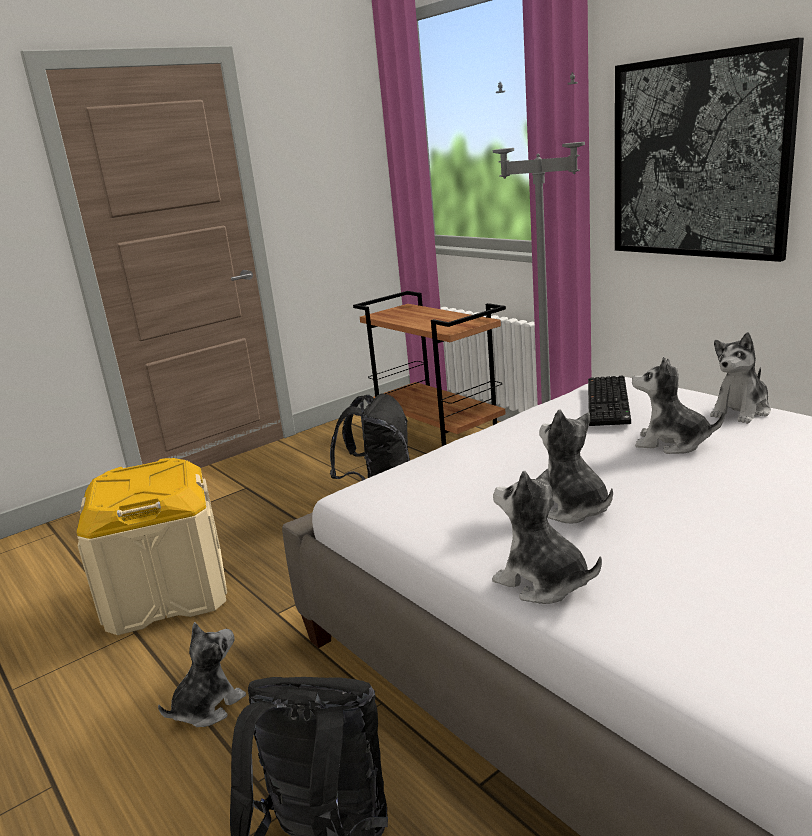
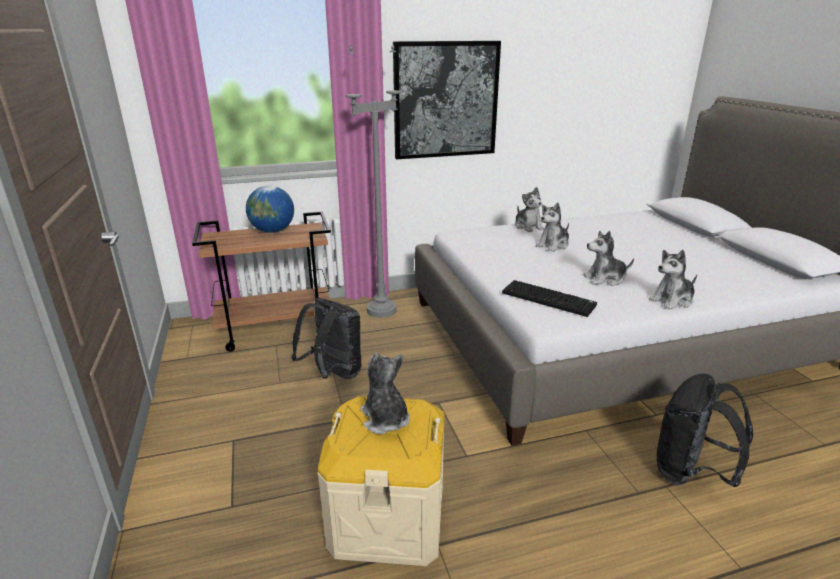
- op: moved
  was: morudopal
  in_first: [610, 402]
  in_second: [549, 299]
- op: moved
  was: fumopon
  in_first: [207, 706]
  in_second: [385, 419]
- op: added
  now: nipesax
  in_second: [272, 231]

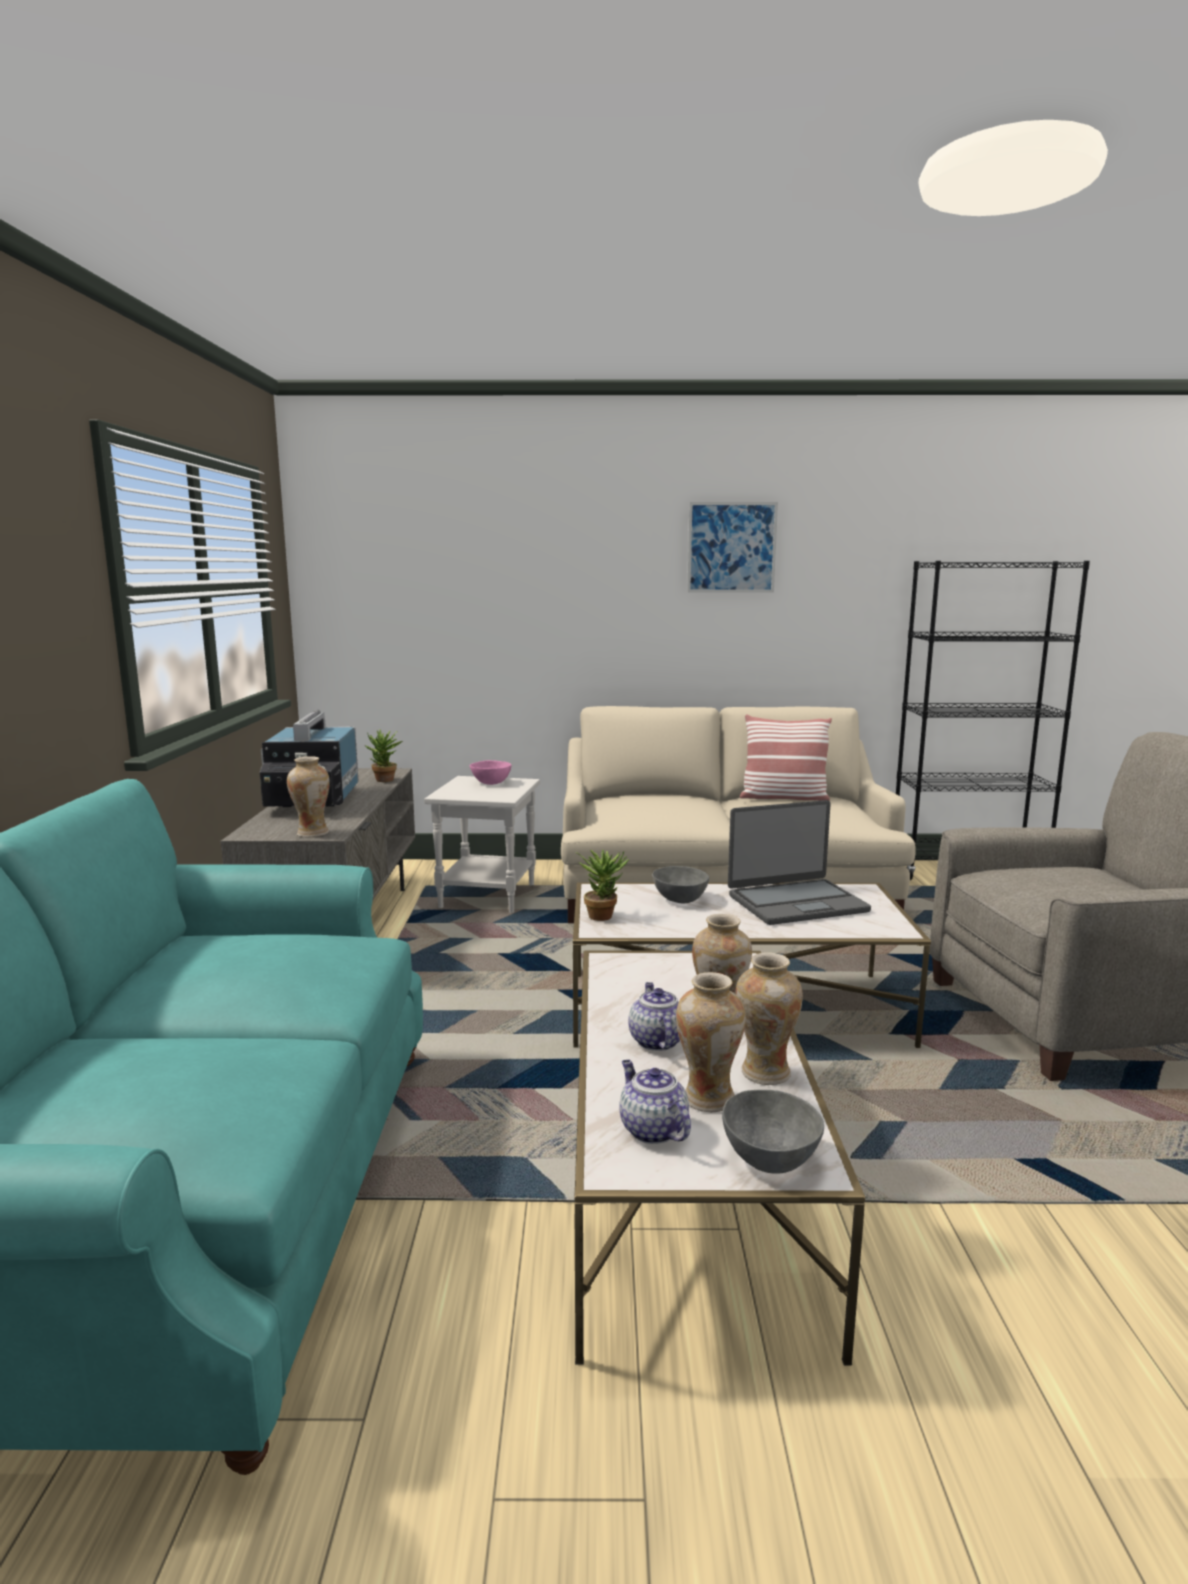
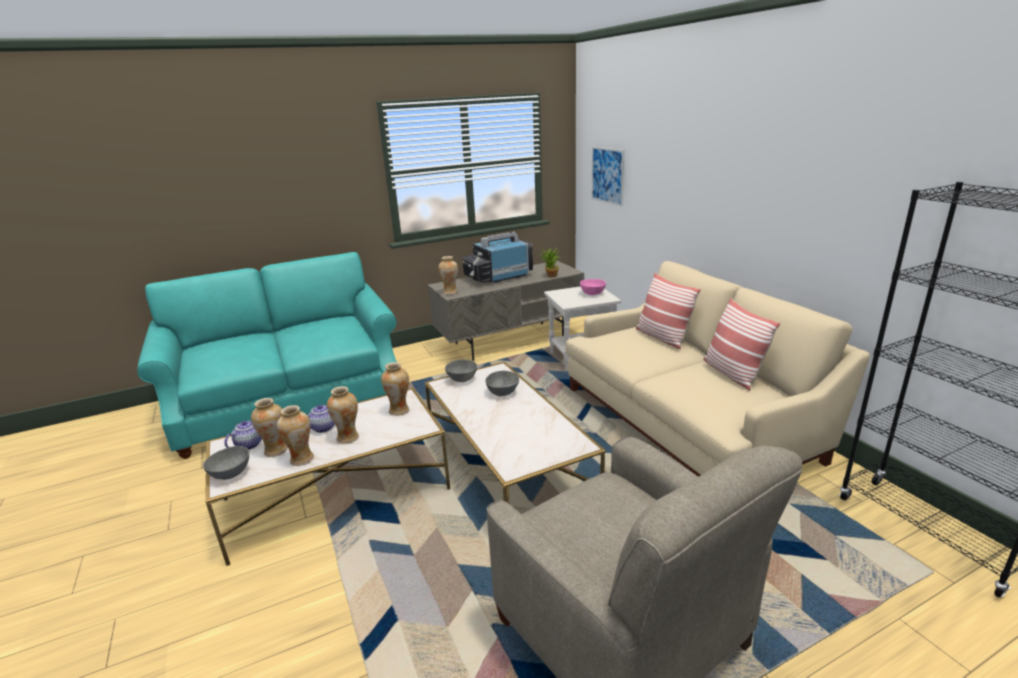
- op: moved
  was: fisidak
  in_first: [731, 547]
  in_second: [607, 175]
- op: removed
  was: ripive
  in_first: [796, 903]
- op: replaced
  was: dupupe
  now: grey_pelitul
  in_first: [603, 915]
  in_second: [462, 379]
- op: added
  now: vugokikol
  in_second: [662, 337]
- op: added
  now: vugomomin
  in_second: [399, 410]

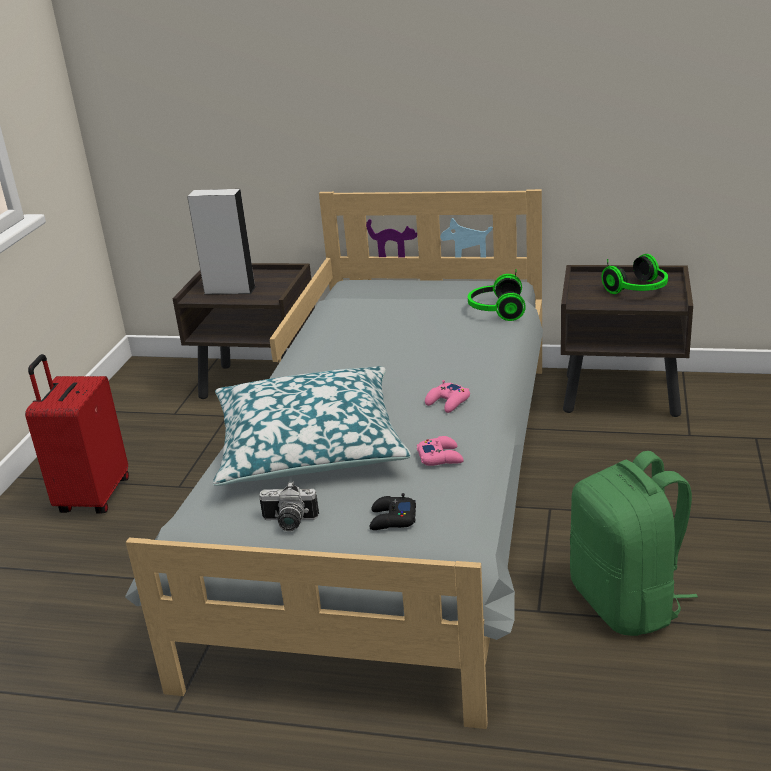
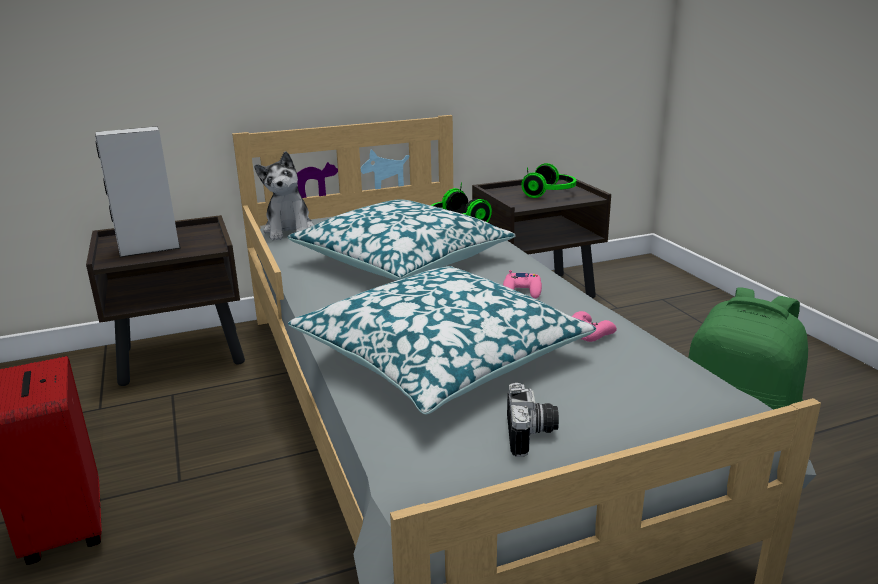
- op: turned
  was: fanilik
  in_first: [289, 523]
  in_second: [532, 435]
  clockwise: -60
- op: removed
  was: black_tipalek
  in_first: [392, 519]
- op: added
  now: fumopon
  in_second: [289, 230]
- op: added
  now: vugokikol
  in_second: [402, 260]

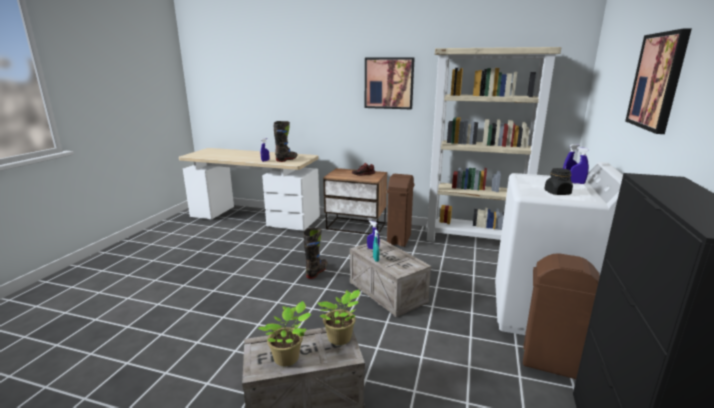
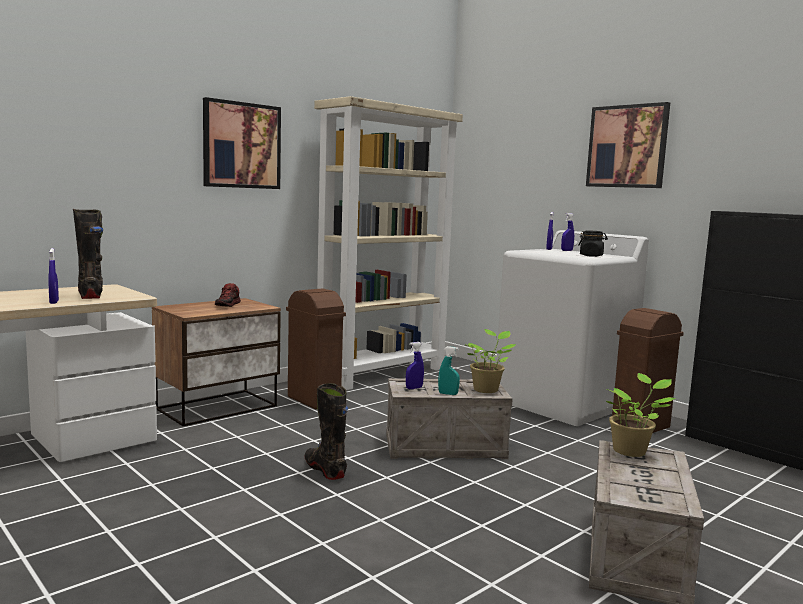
- op: moved
  was: dupupe
  in_first: [288, 358]
  in_second: [487, 389]

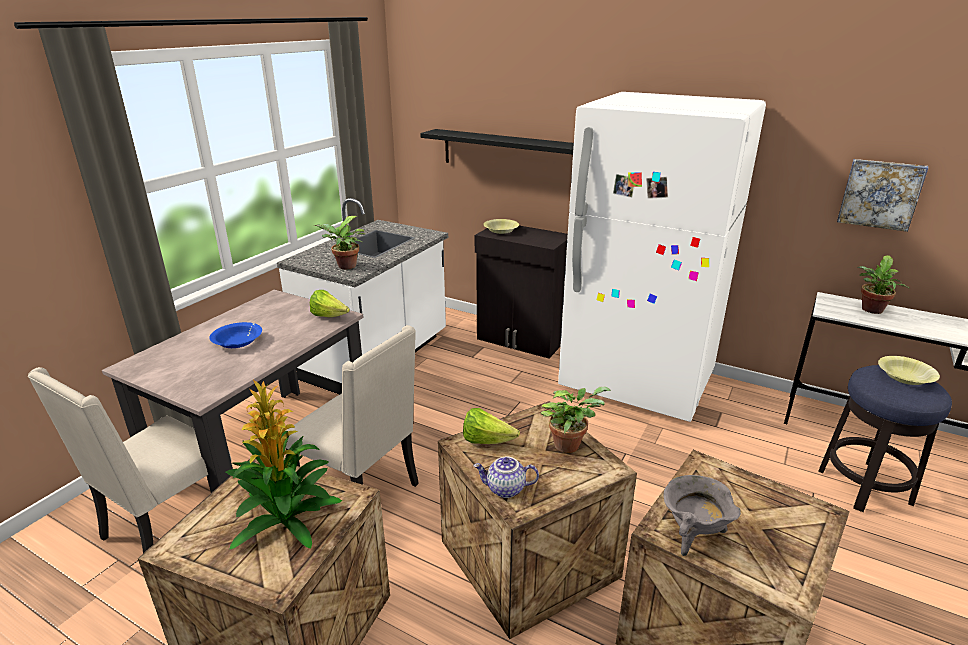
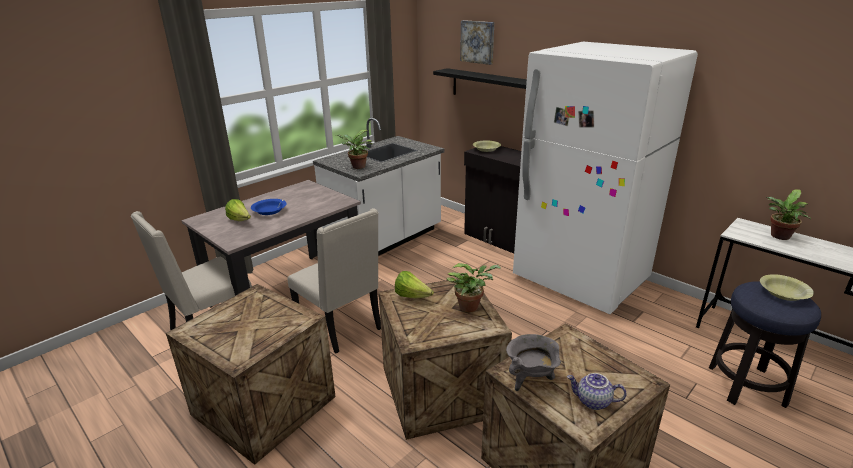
- op: moved
  was: fisidak
  in_first: [880, 194]
  in_second: [478, 42]
- op: moved
  was: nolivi
  in_first: [329, 316]
  in_second: [240, 220]
- op: removed
  was: dupupe
  in_first: [287, 518]
- op: moved
  was: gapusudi
  in_first: [505, 489]
  in_second: [593, 402]

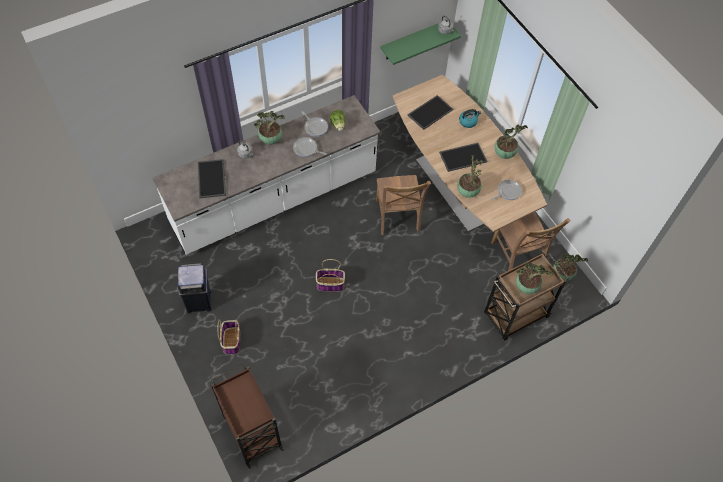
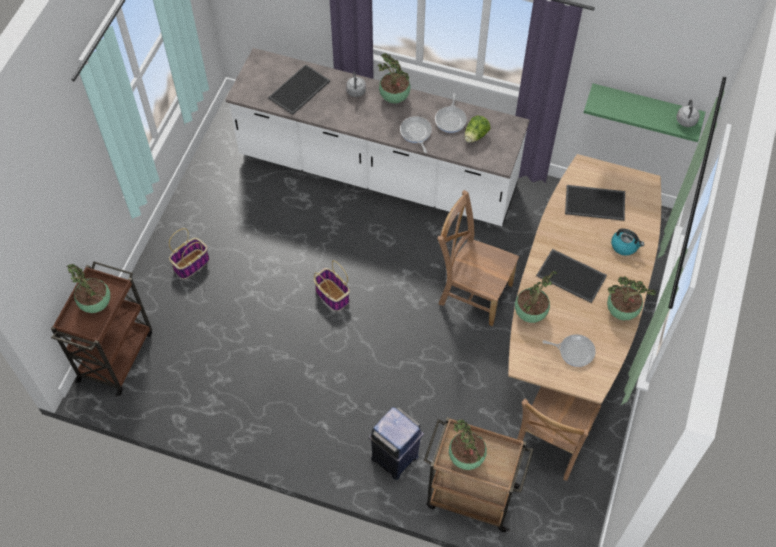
- op: turned
  was: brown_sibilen
  in_first: [397, 217]
  in_second: [472, 292]
  clockwise: 75
- op: moved
  was: dupupe
  in_first: [562, 275]
  in_second: [96, 304]
- op: moved
  was: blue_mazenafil
  in_first: [199, 301]
  in_second: [395, 458]

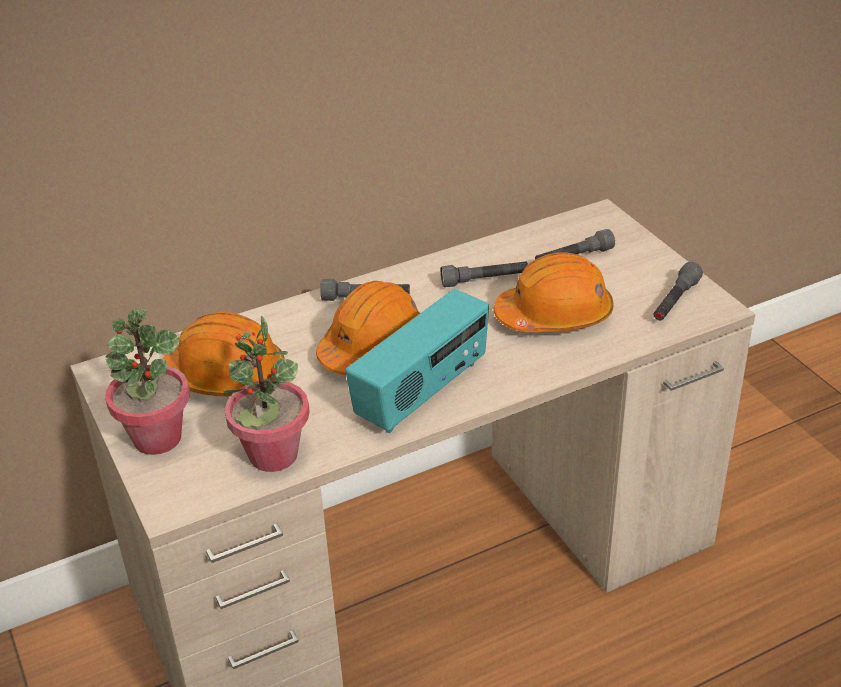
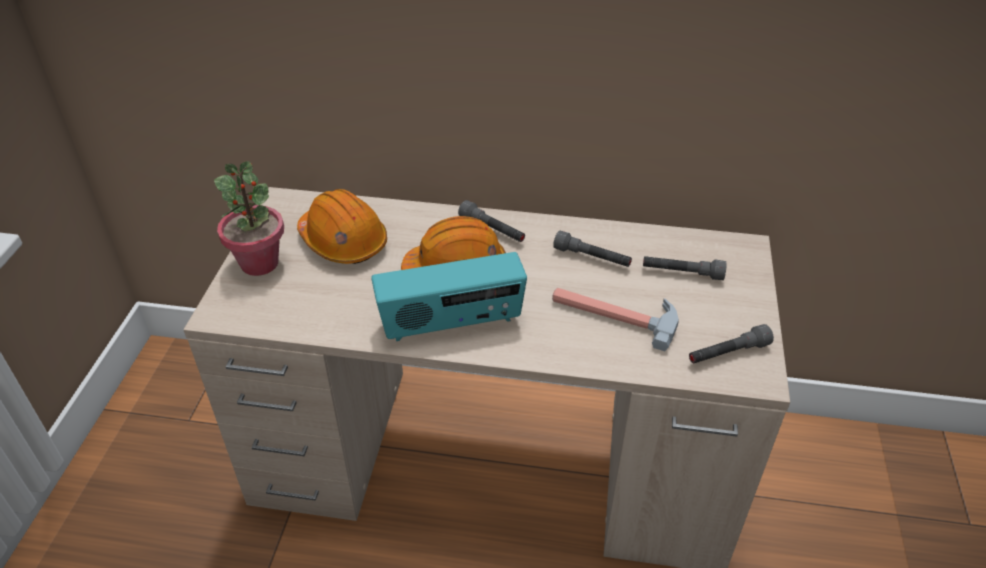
- op: replaced
  was: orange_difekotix
  now: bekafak
  in_first: [554, 316]
  in_second: [614, 314]
- op: removed
  was: dupupe
  in_first: [273, 455]

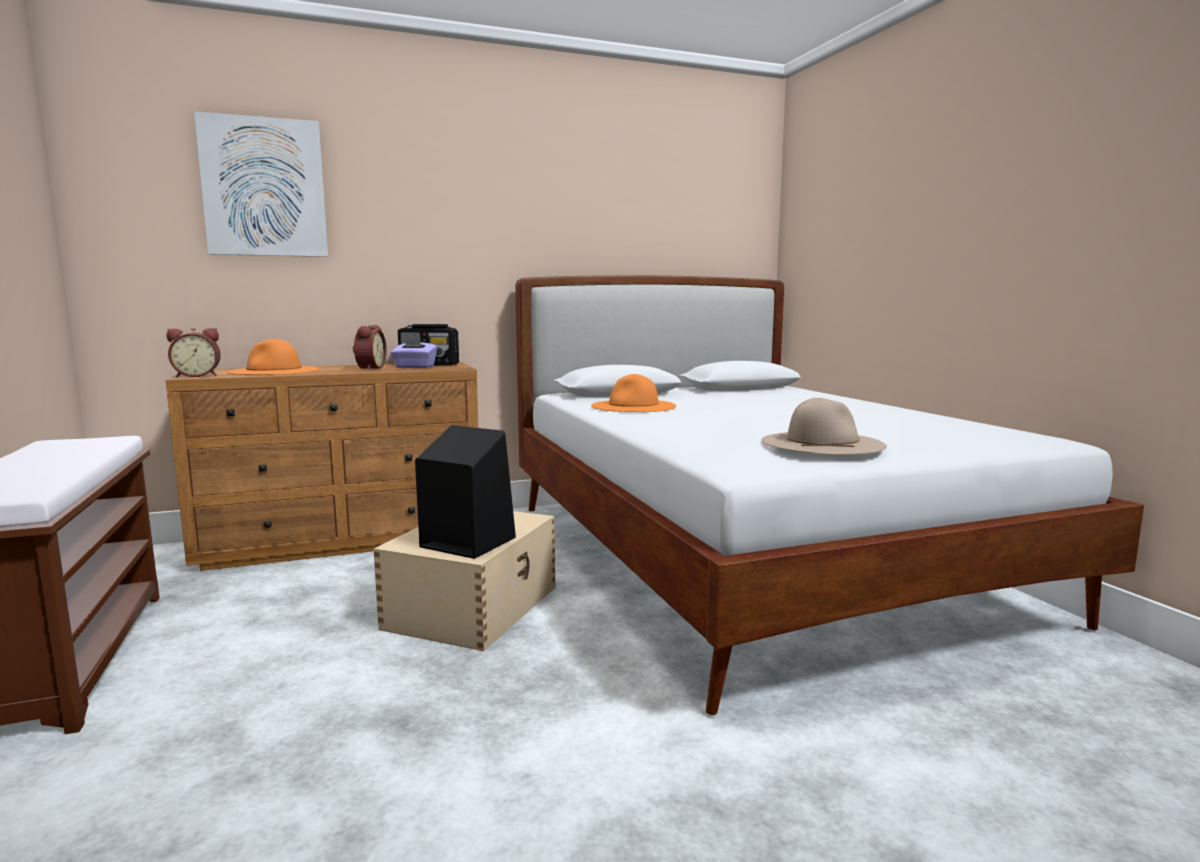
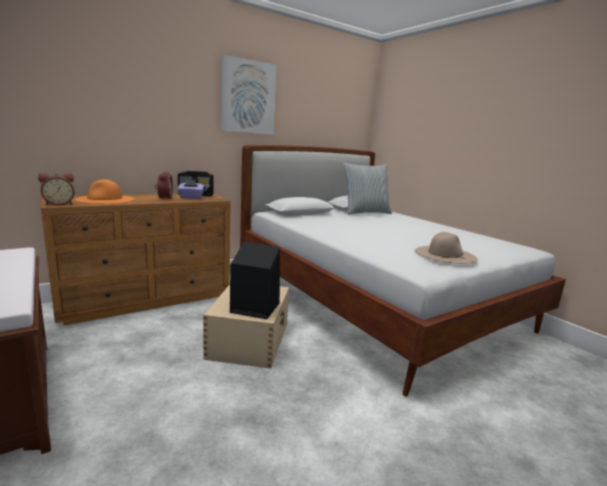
- op: moved
  was: fisidak
  in_first: [264, 188]
  in_second: [248, 97]
- op: removed
  was: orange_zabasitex
  in_first: [633, 406]
- op: added
  now: vugokikol
  in_second: [365, 212]

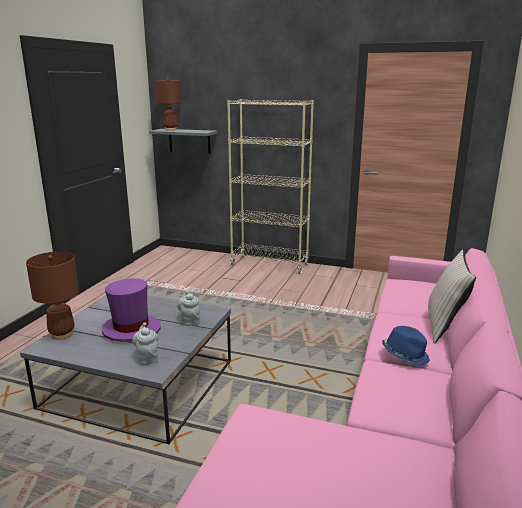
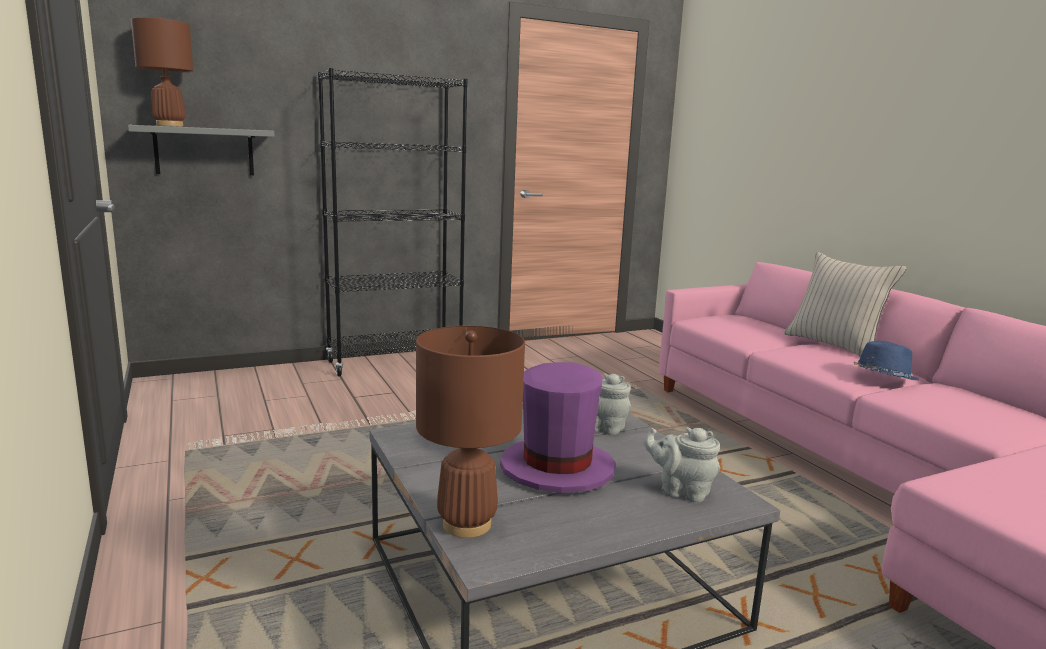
- op: recoloured
  was: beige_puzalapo
  now: black_puzalapo
  in_first: [270, 265]
  in_second: [395, 362]

